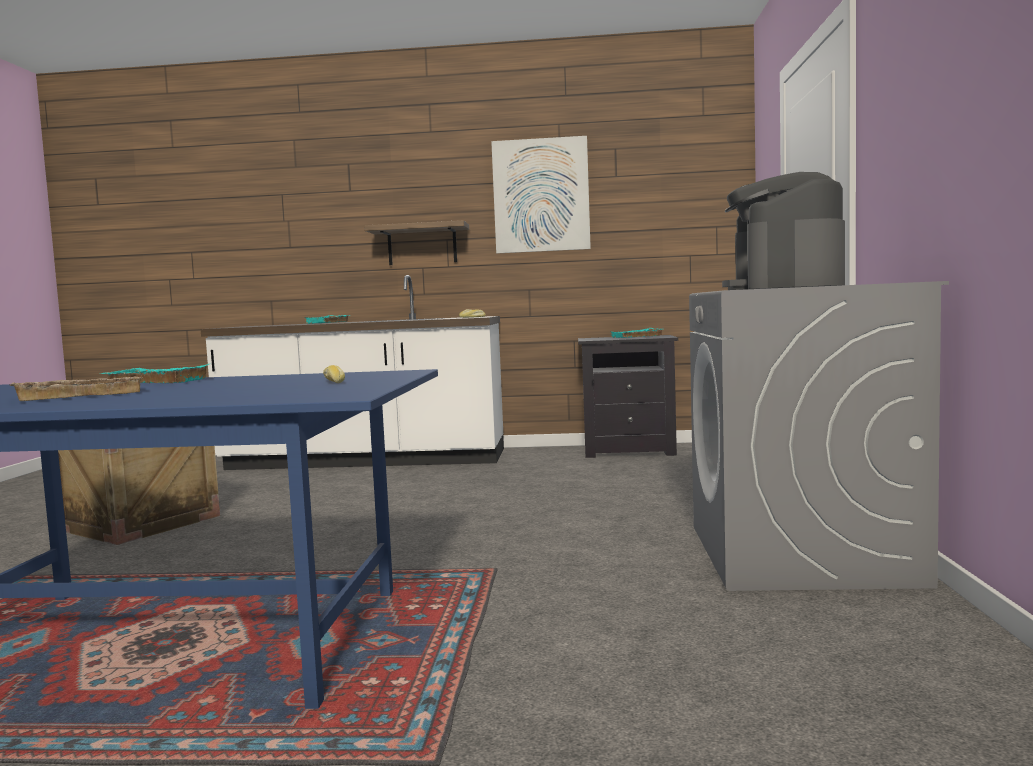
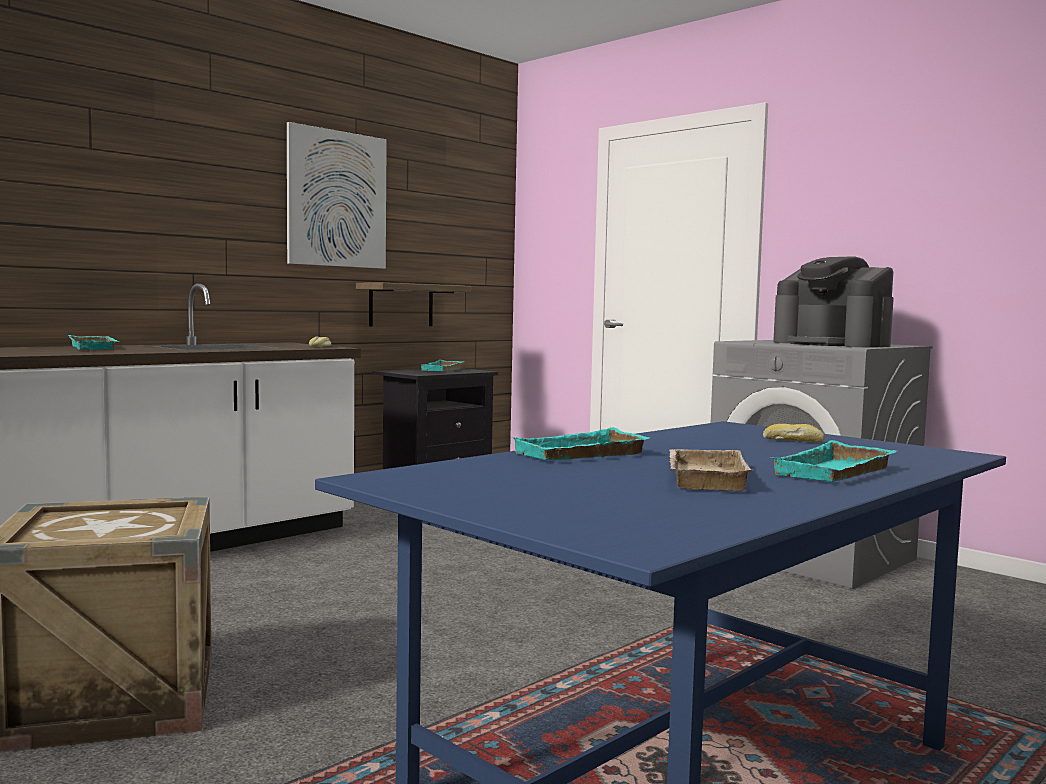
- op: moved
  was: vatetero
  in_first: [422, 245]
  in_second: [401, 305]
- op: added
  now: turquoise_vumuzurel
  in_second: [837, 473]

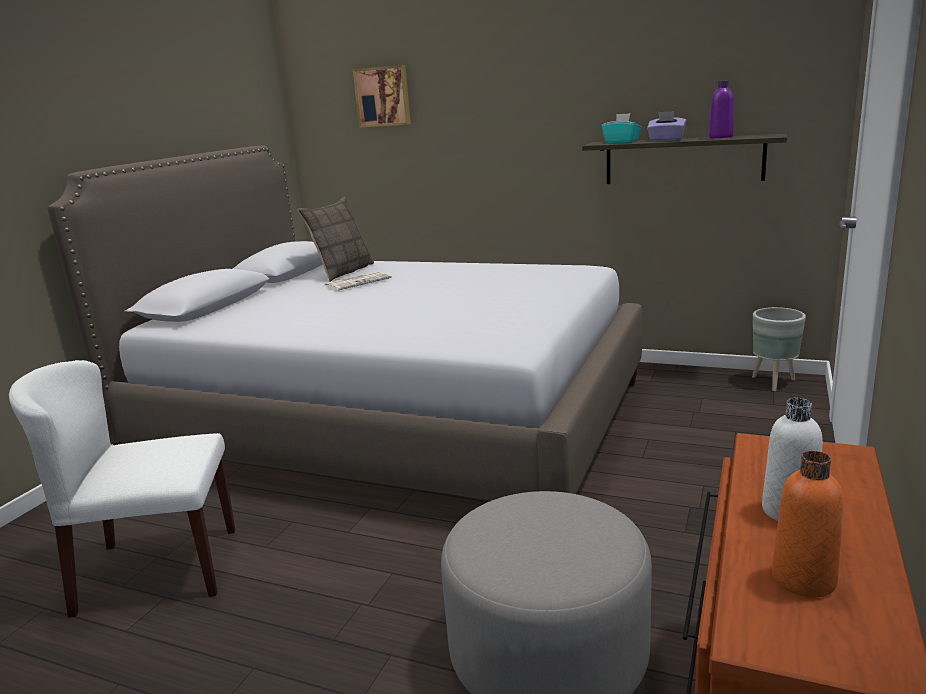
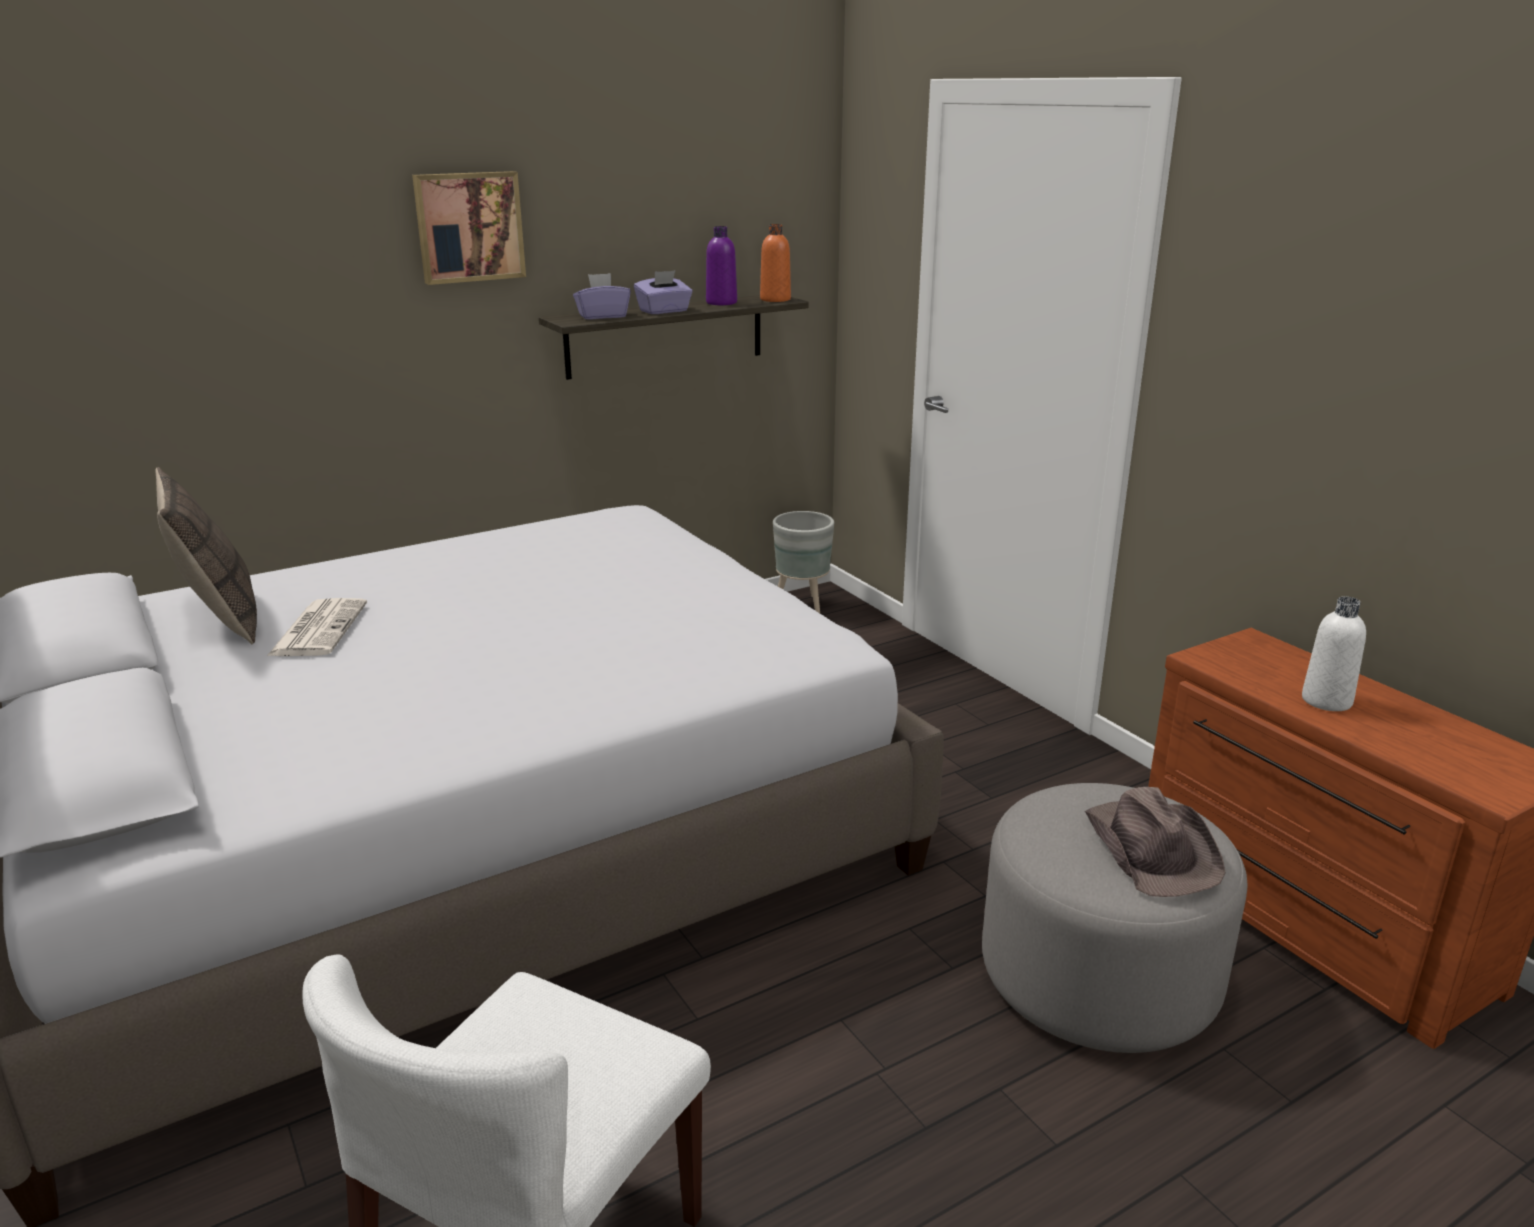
- op: moved
  was: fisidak
  in_first: [383, 96]
  in_second: [469, 227]
- op: recoloured
  was: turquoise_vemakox
  now: purple_vemakox
  in_first: [621, 142]
  in_second: [602, 316]
- op: moved
  was: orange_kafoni
  in_first: [803, 579]
  in_second: [775, 299]
- op: added
  now: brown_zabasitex
  in_second: [1152, 849]

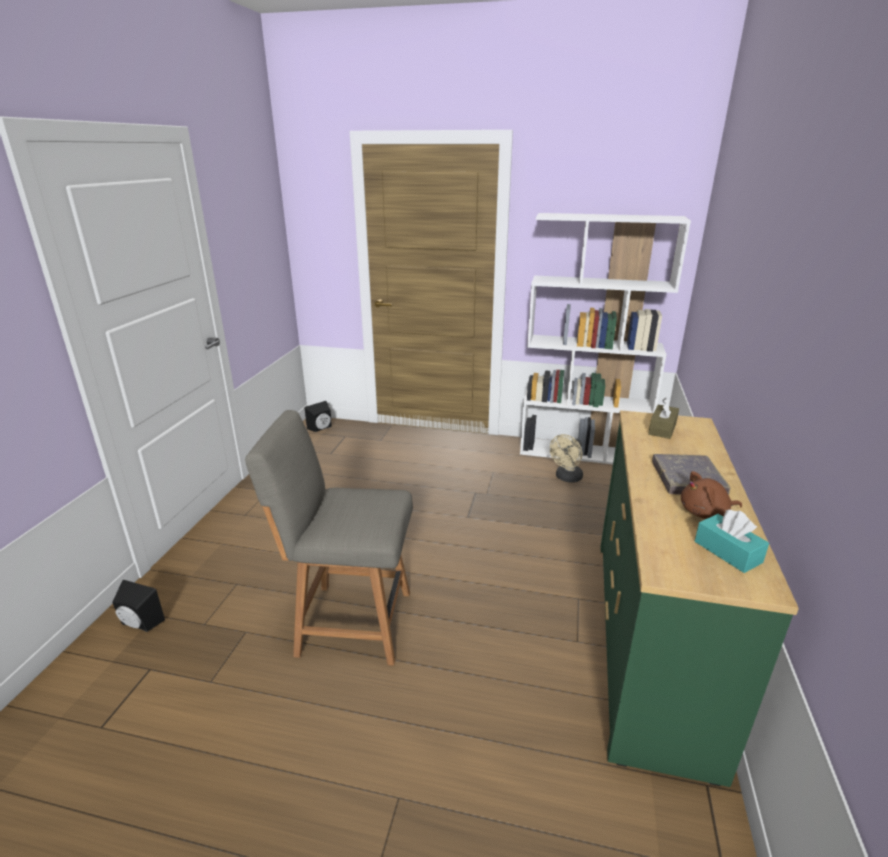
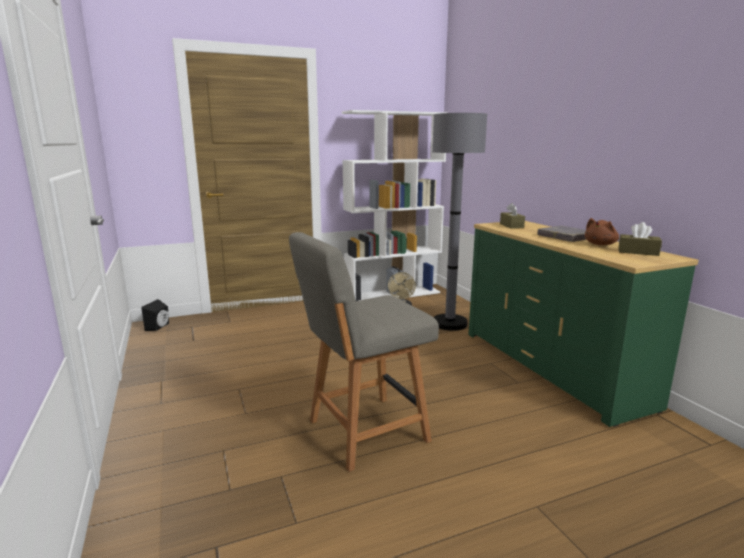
- op: recoloured
  was: turquoise_vemakox
  now: brown_vemakox
  in_first: [727, 552]
  in_second: [638, 252]
- op: removed
  was: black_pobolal
  in_first: [139, 624]
- op: added
  now: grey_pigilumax
  in_second: [449, 323]

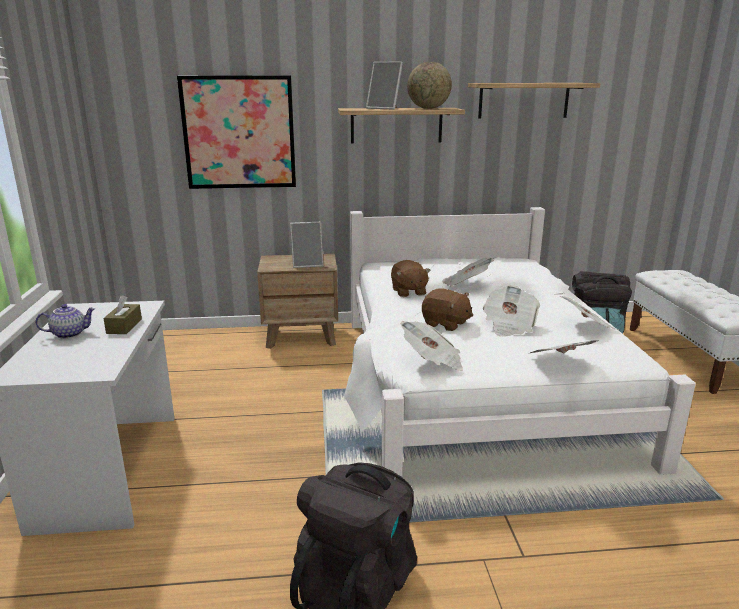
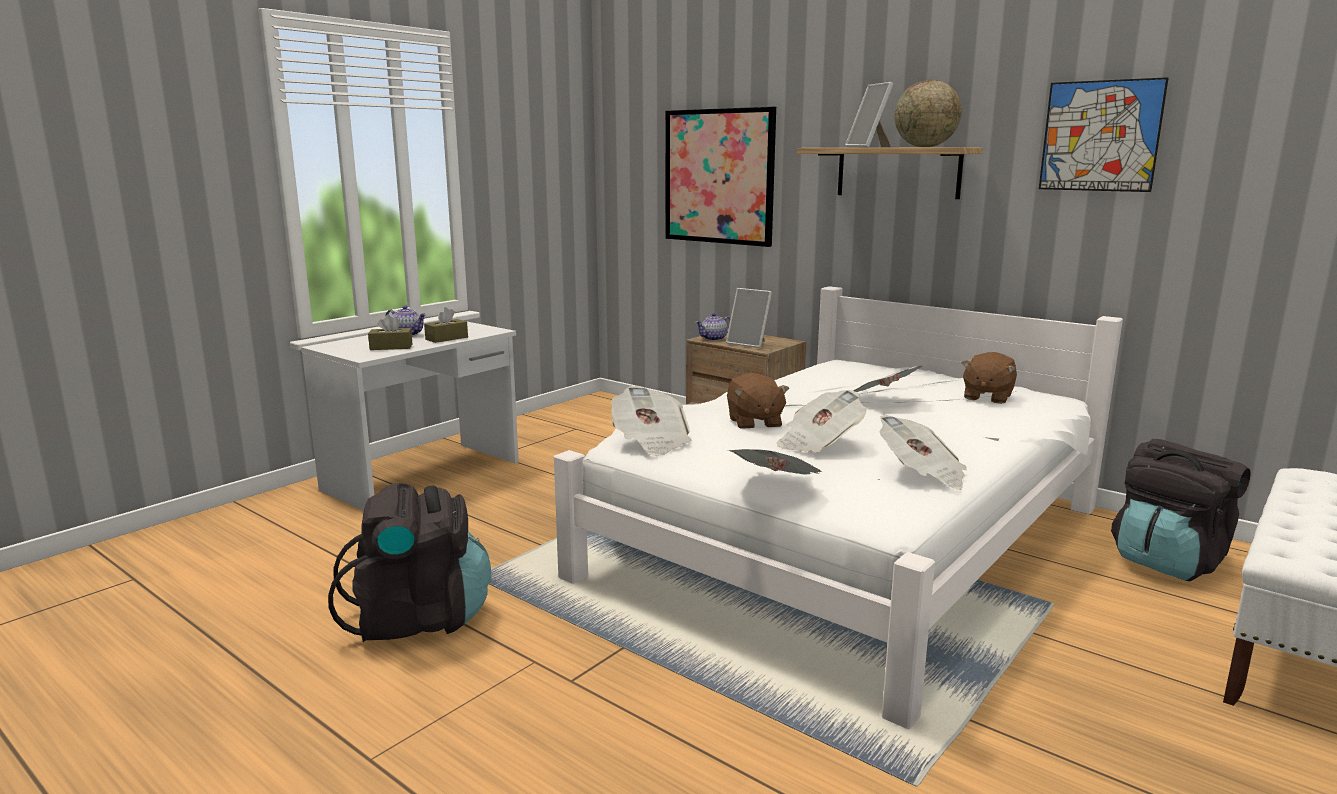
- op: replaced
  was: vatetero
  now: fisidak
  in_first: [523, 100]
  in_second: [1100, 136]
- op: moved
  was: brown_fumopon
  in_first: [408, 292]
  in_second: [987, 397]
- op: added
  now: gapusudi
  in_second: [714, 339]
- op: added
  now: brown_vemakox
  in_second: [391, 347]

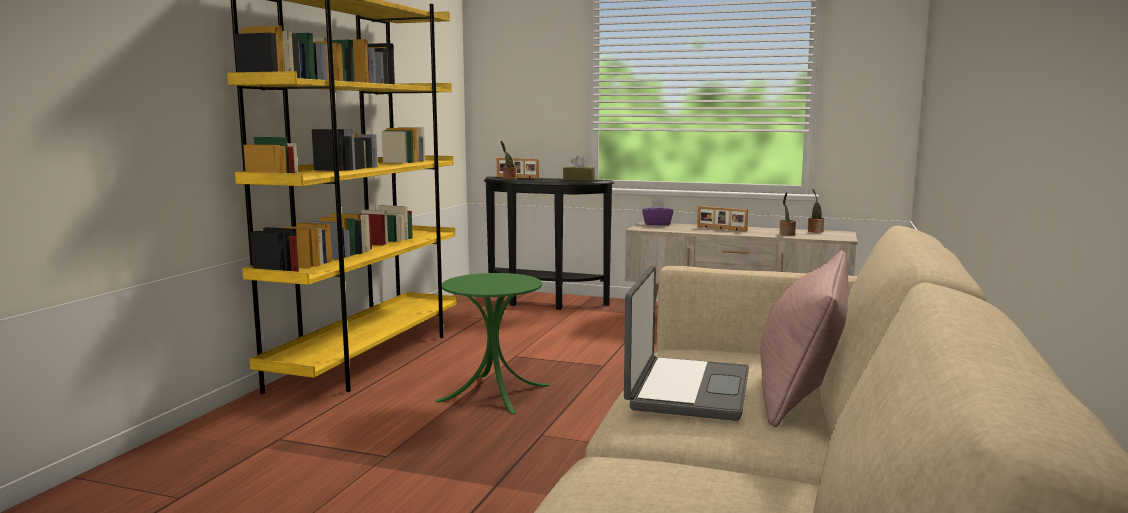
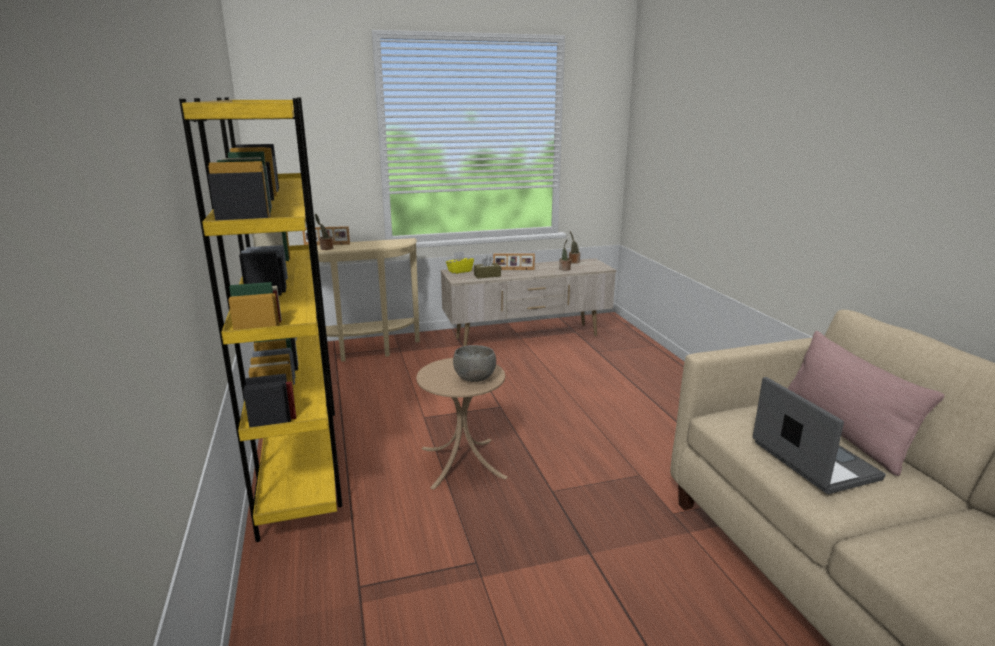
- op: moved
  was: brown_vemakox
  in_first: [578, 180]
  in_second: [487, 275]
- op: recoloured
  was: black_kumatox
  now: beige_kumatox
  in_first: [543, 303]
  in_second: [365, 352]
- op: recoloured
  was: purple_vemakox
  now: yellow_vemakox
  in_first: [657, 224]
  in_second: [459, 271]
- op: recoloured
  was: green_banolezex
  now: beige_banolezex
  in_first: [494, 393]
  in_second: [463, 462]
- op: added
  now: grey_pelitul
  in_second: [475, 379]

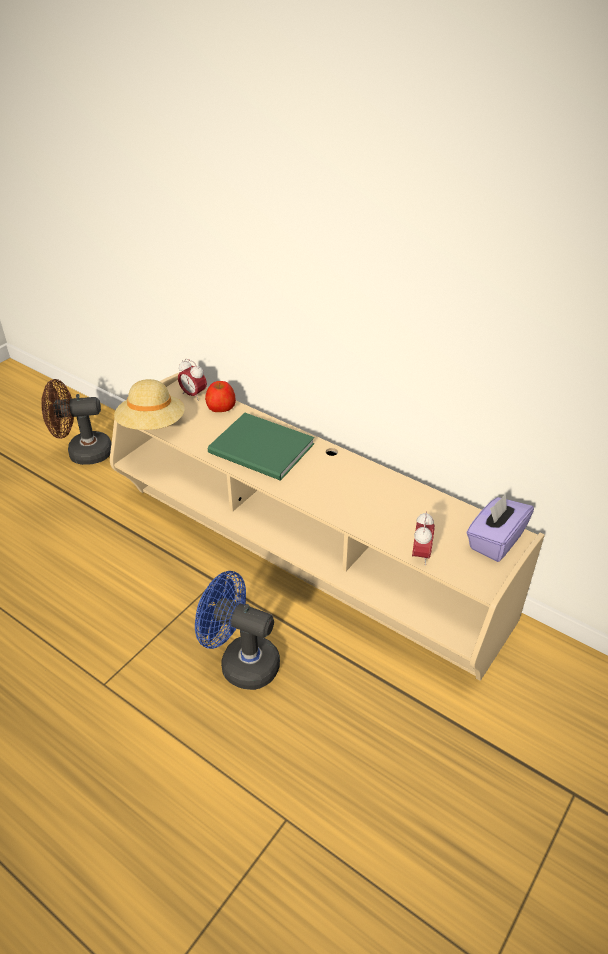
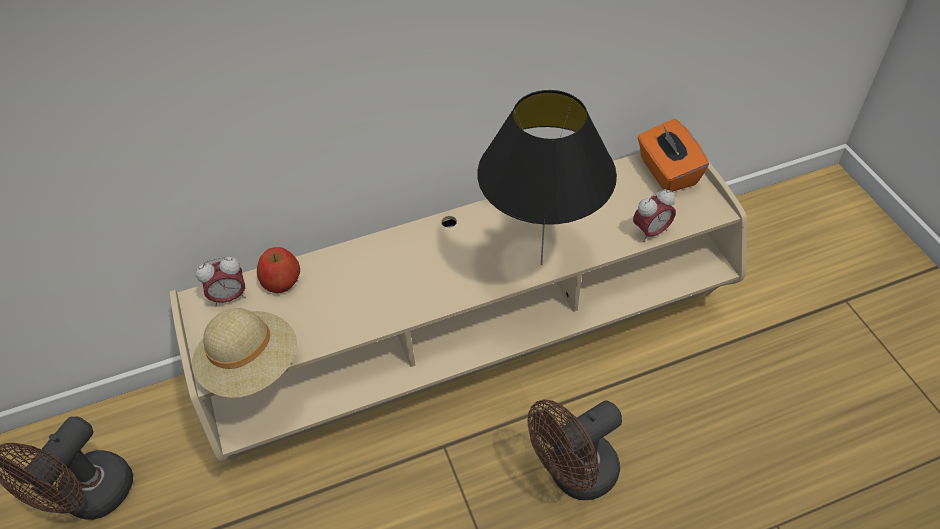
- op: removed
  was: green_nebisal
  in_first: [262, 451]
- op: recoloured
  was: purple_vemakox
  now: orange_vemakox
  in_first: [495, 541]
  in_second: [667, 172]
- op: turned
  was: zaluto
  in_first: [420, 555]
  in_second: [651, 232]
  clockwise: 105
- op: recoloured
  was: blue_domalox
  now: brown_domalox
  in_first: [241, 662]
  in_second: [574, 475]
- op: added
  now: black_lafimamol
  in_second: [542, 264]

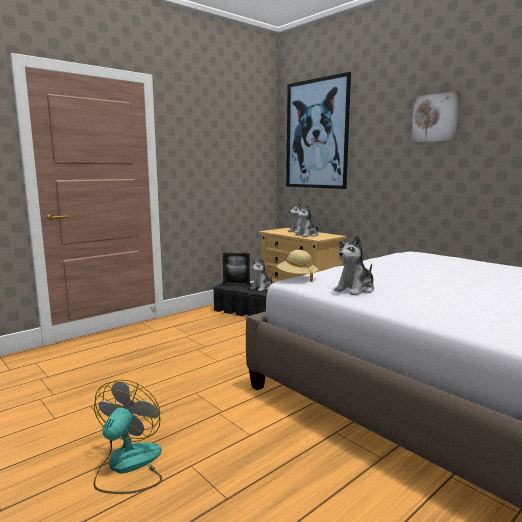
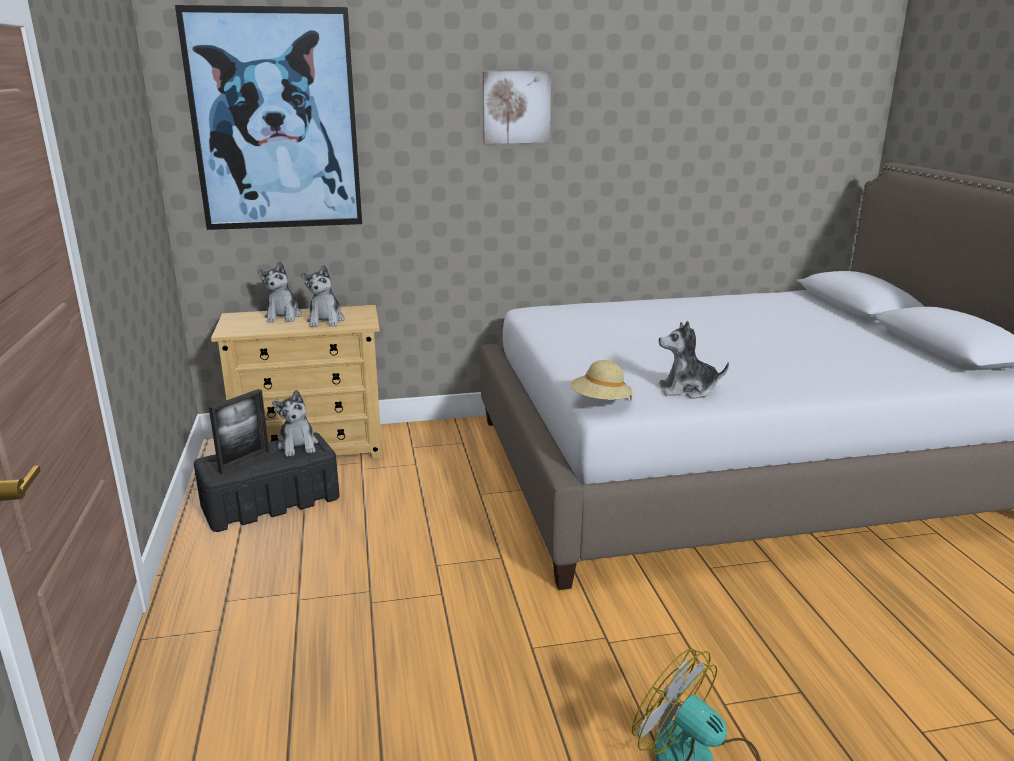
- op: turned
  was: fumopon
  in_first: [355, 289]
  in_second: [688, 390]
  clockwise: 105

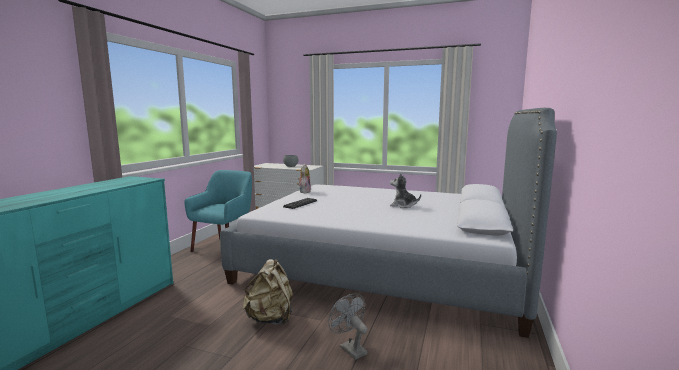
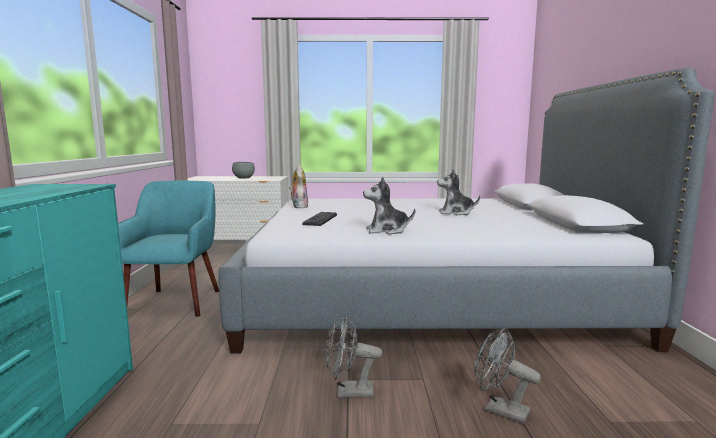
- op: replaced
  was: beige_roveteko
  now: grey_domalox
  in_first: [270, 319]
  in_second: [348, 392]
- op: added
  now: fumopon
  in_second: [387, 231]

